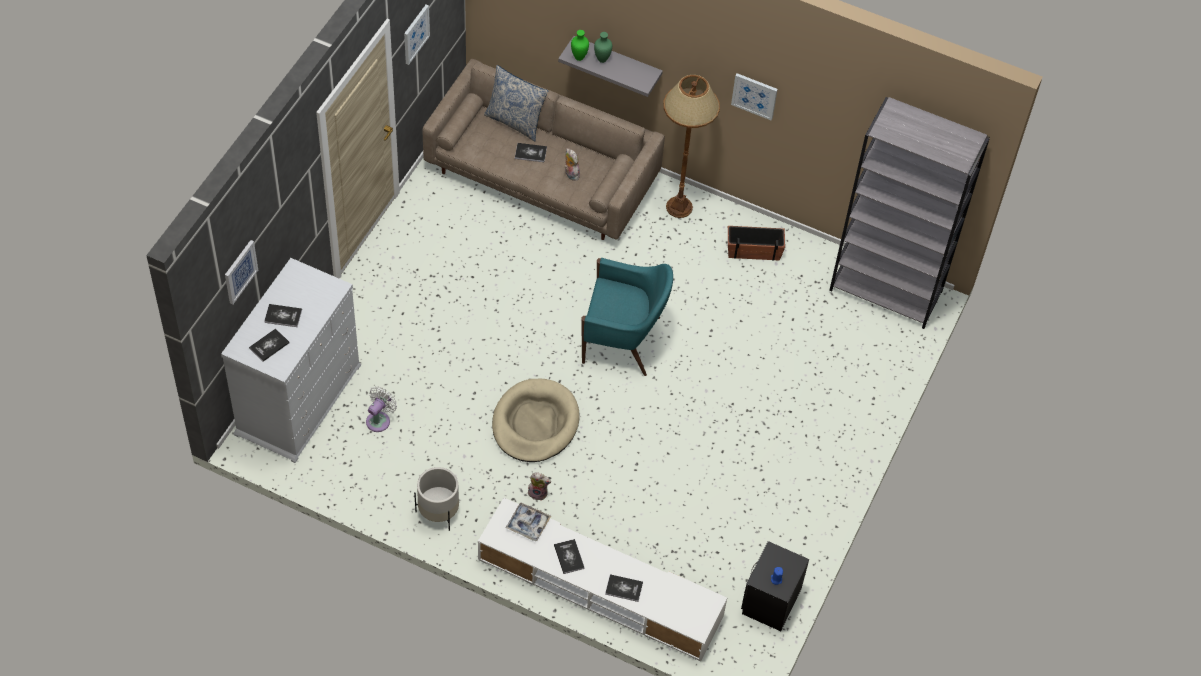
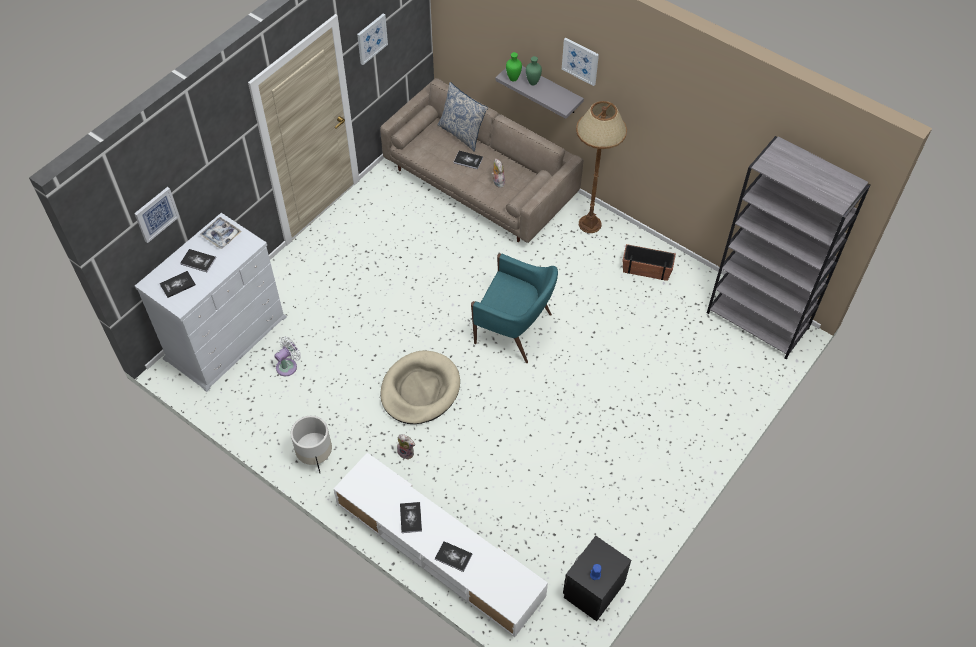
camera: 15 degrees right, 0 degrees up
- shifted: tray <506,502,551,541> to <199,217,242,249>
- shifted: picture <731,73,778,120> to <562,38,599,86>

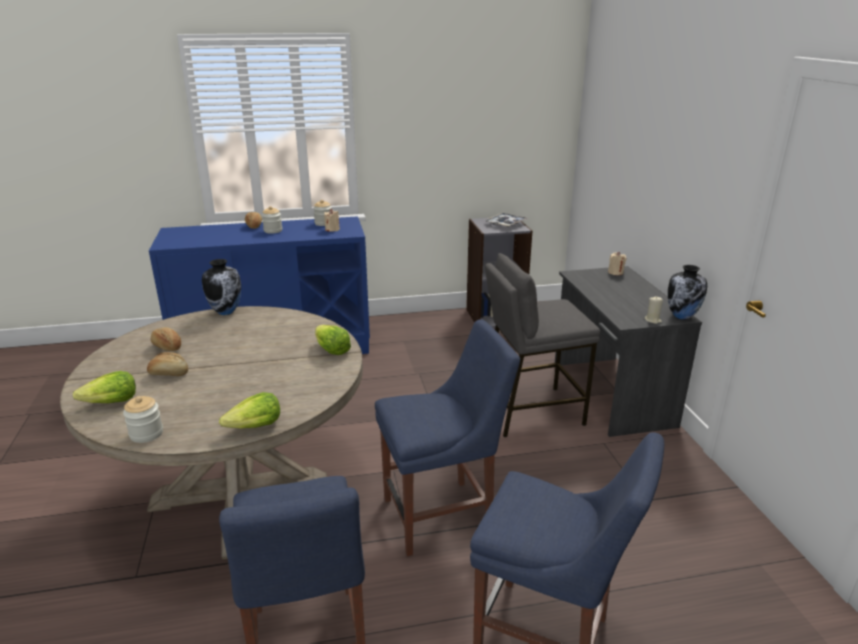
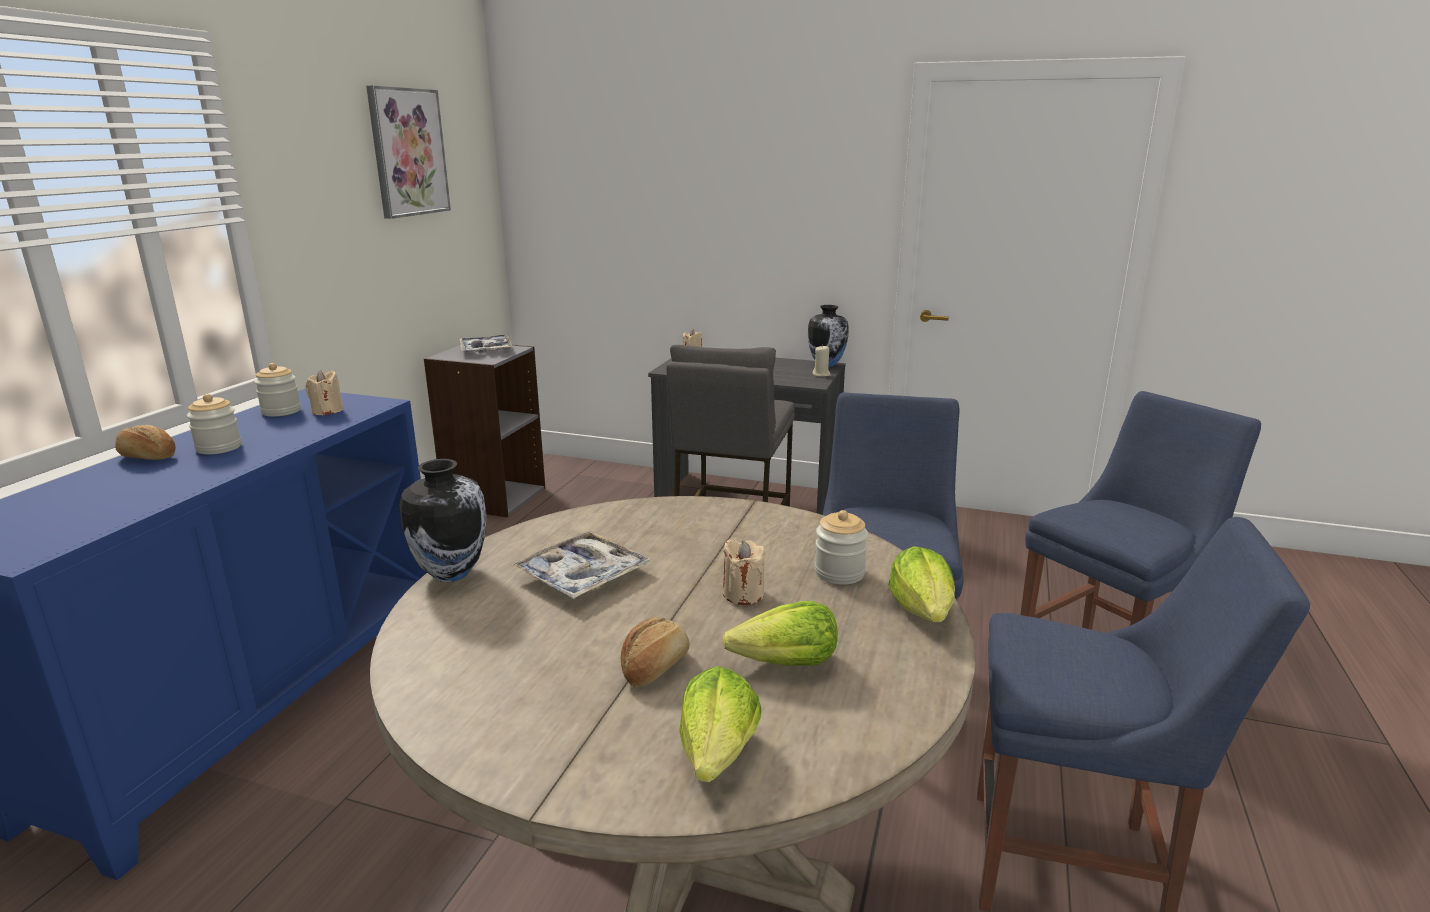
camera: 60 degrees left, 5 degrees down
- new: picture <366,86,451,219>
- new: tray <512,531,650,599>
- shifted: lettuce <315,325,351,355> to <722,601,838,666>
- new: beige candle <723,539,765,605>
- shifted: jar <123,396,163,443> to <815,510,868,585>
- gone: bread <151,327,181,351>

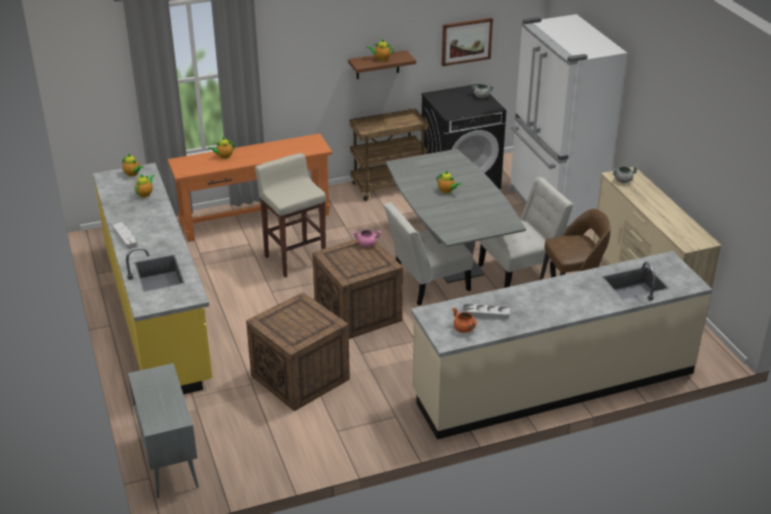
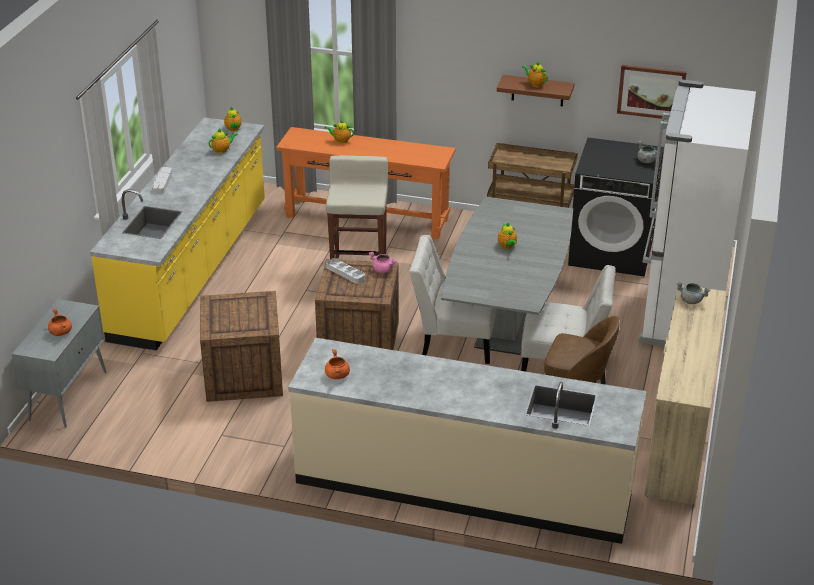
camera: 35 degrees right, 0 degrees up
- new: orange cooking pot <48,308,72,336>
- shifted: grey tray <462,304,510,320> to <326,258,365,284>

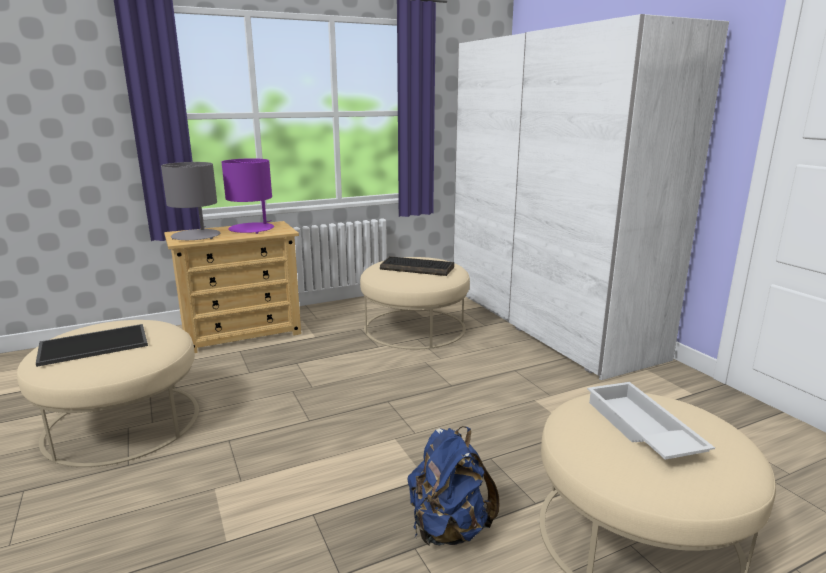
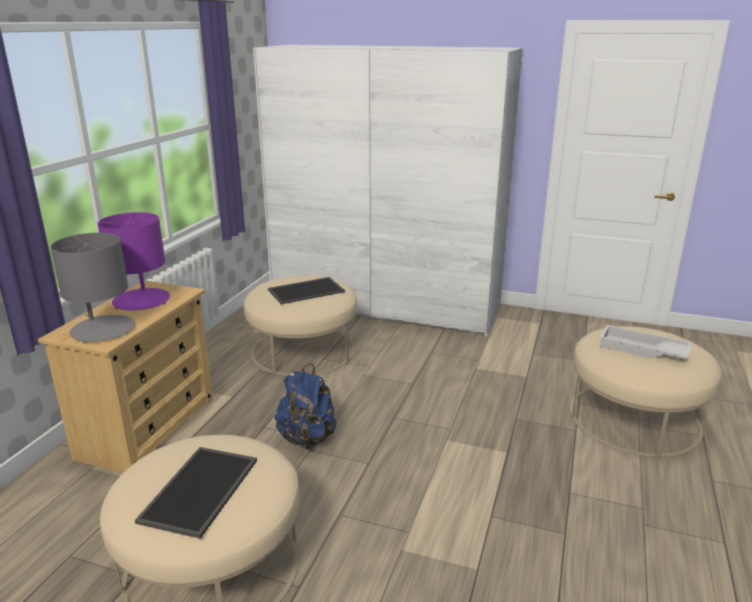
camera: 45 degrees left, 5 degrees up
- swapped: keyboard <380,256,454,276> to tray <268,277,345,304>
- shifted: blue backpack <407,426,500,546> to <275,364,337,449>

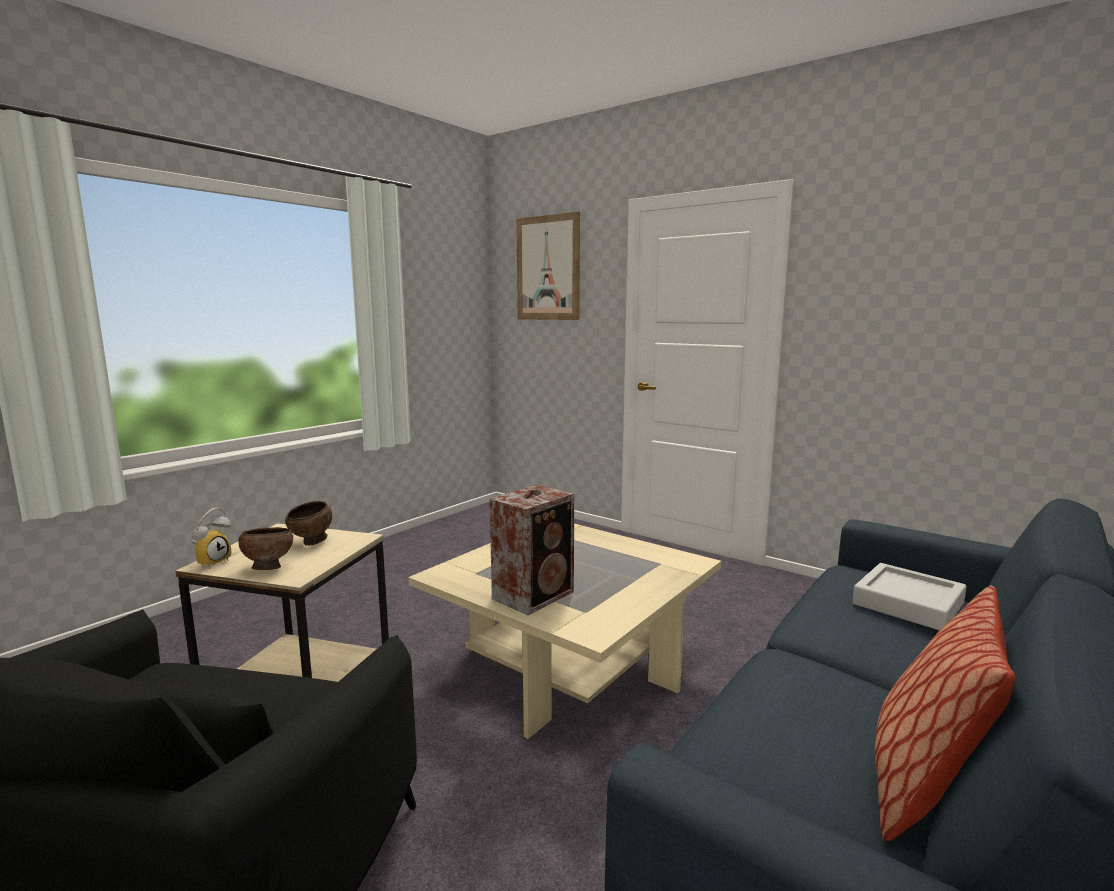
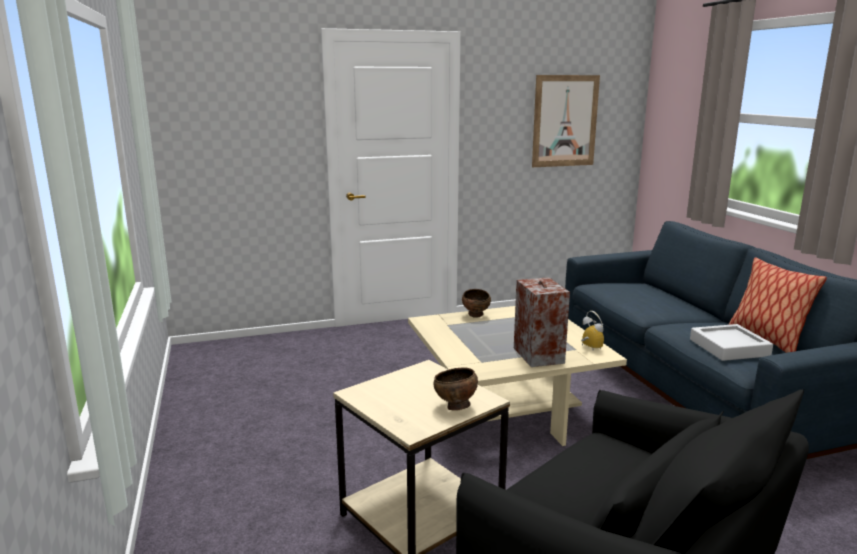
camera: 55 degrees left, 5 degrees up
- shifted: brown bowl <285,501,332,546> to <462,289,491,318>
- shifted: picture <516,211,580,320> to <532,75,600,167>
- shifted: alarm clock <192,508,232,569> to <581,311,604,349>
- shifted: grey tray <852,563,967,630> to <690,324,773,361>

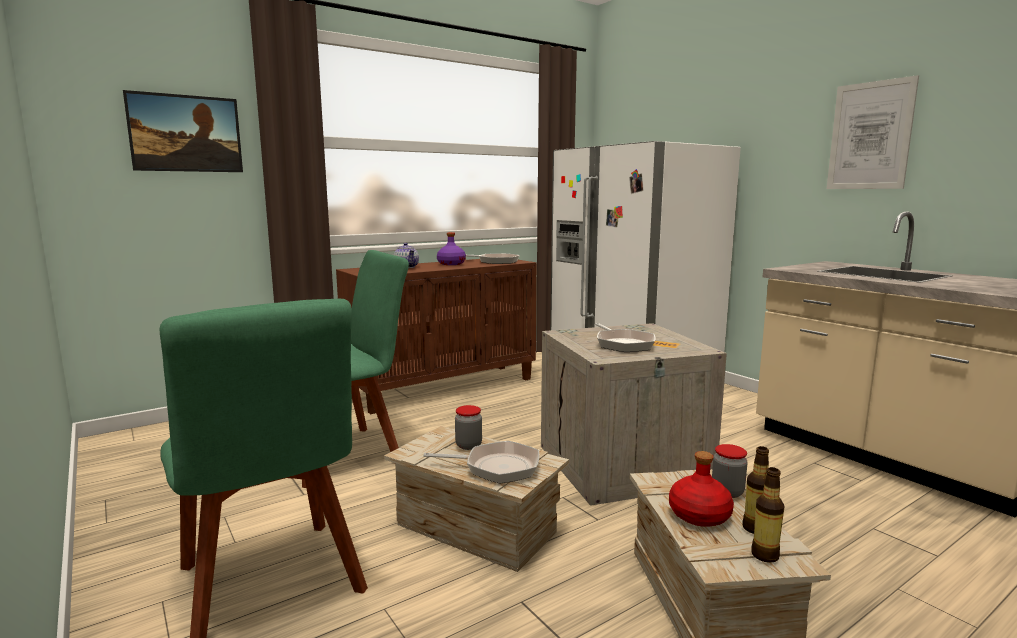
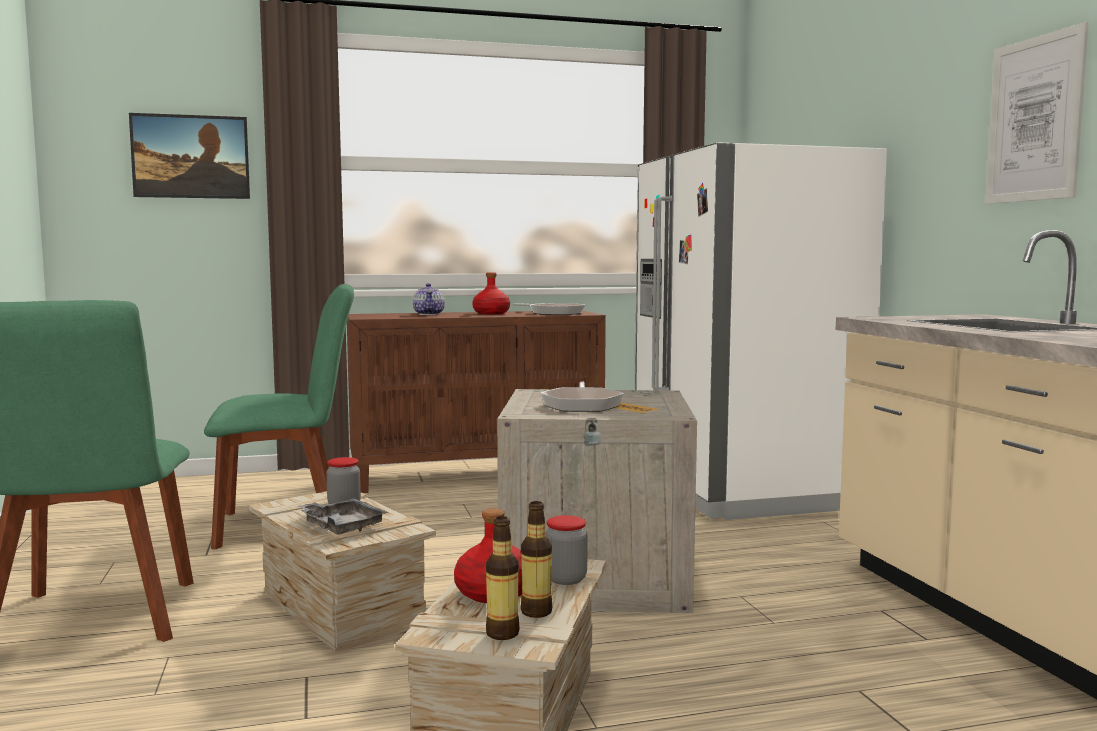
camera: 20 degrees right, 5 degrees down
- swapped: frying pan <423,441,540,483> to grey tray <298,498,389,535>
- repainted: purple bottle <437,232,466,265> to red bottle <472,273,510,314>

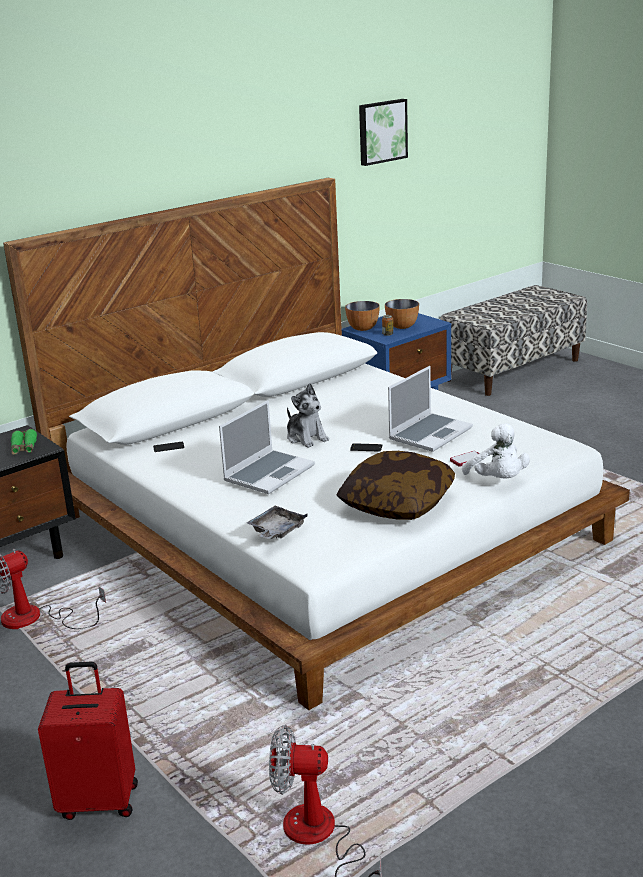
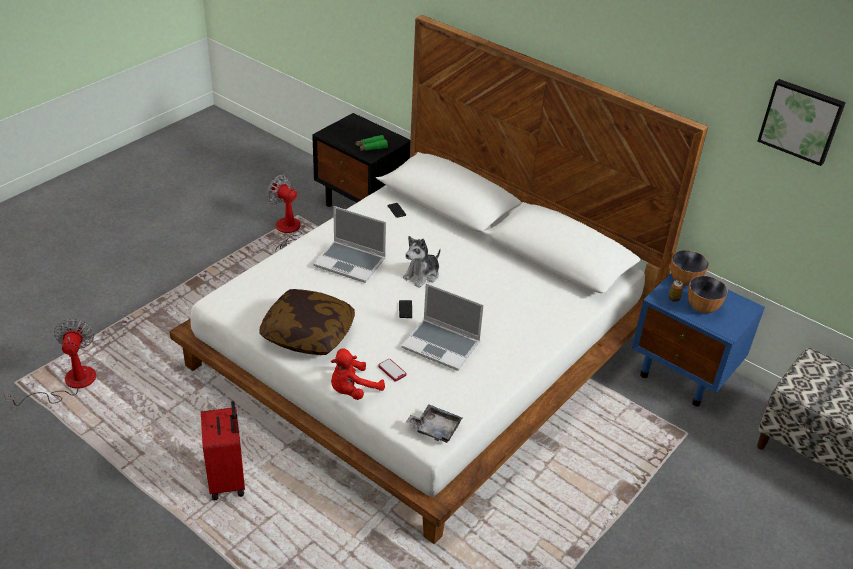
camera: 75 degrees right, 15 degrees up
- shifted: red suitcase <38,662,138,820> to <201,401,245,500>
- repainted: white plush toy <462,423,530,479> to red plush toy <331,349,385,400>
- shifted: grey tray <247,506,308,539> to <406,404,462,443>

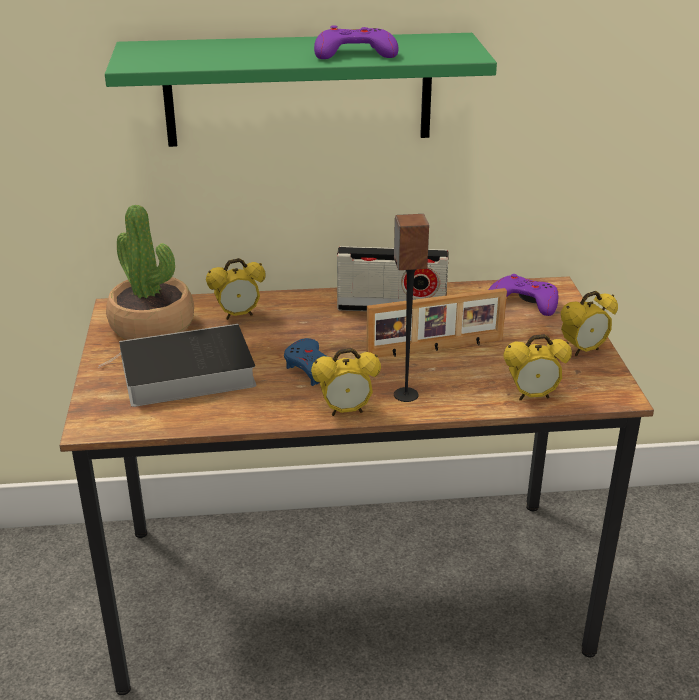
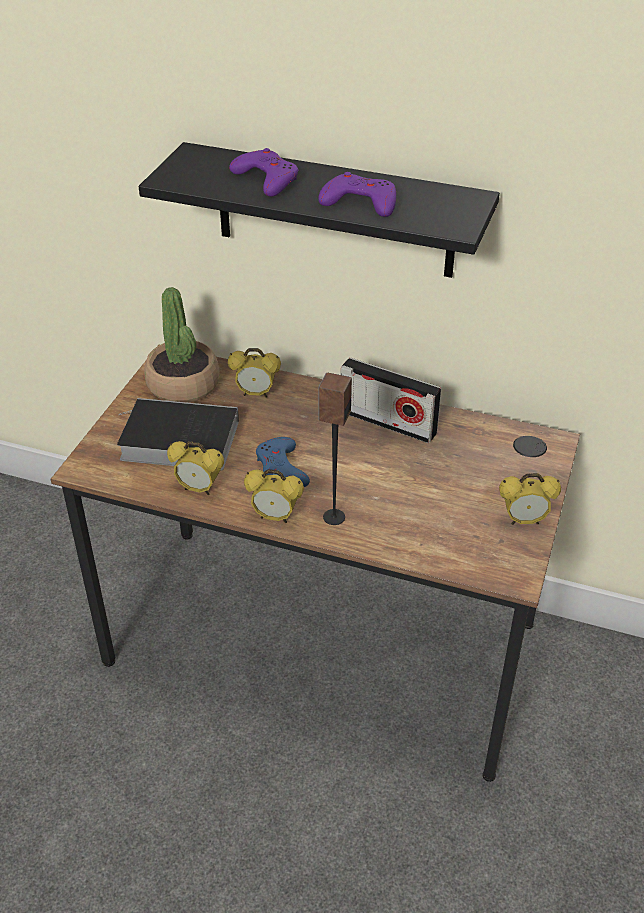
camera: 25 degrees right, 10 degrees up
- repainted: green shelf <105,33,497,147> to black shelf <139,142,500,278>
- shifted: alarm clock <503,334,572,400> to <167,441,224,495>
- shifted: purple game controller <489,274,558,316> to <229,148,298,197>
- gone: picture frame <366,288,507,358>

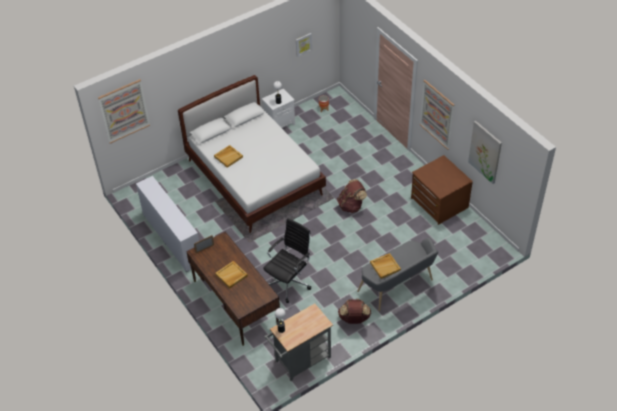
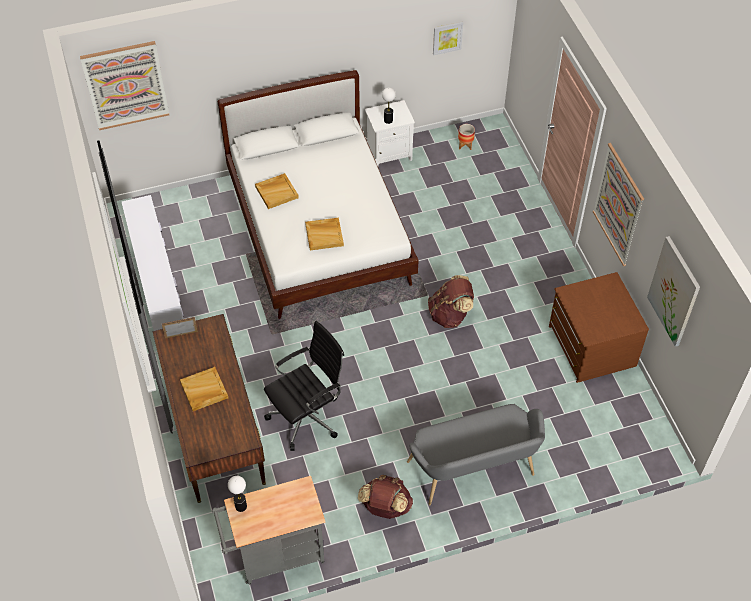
camera: 15 degrees right, 5 degrees up
- shifted: beige tray <370,253,401,279> to <305,218,344,250>

